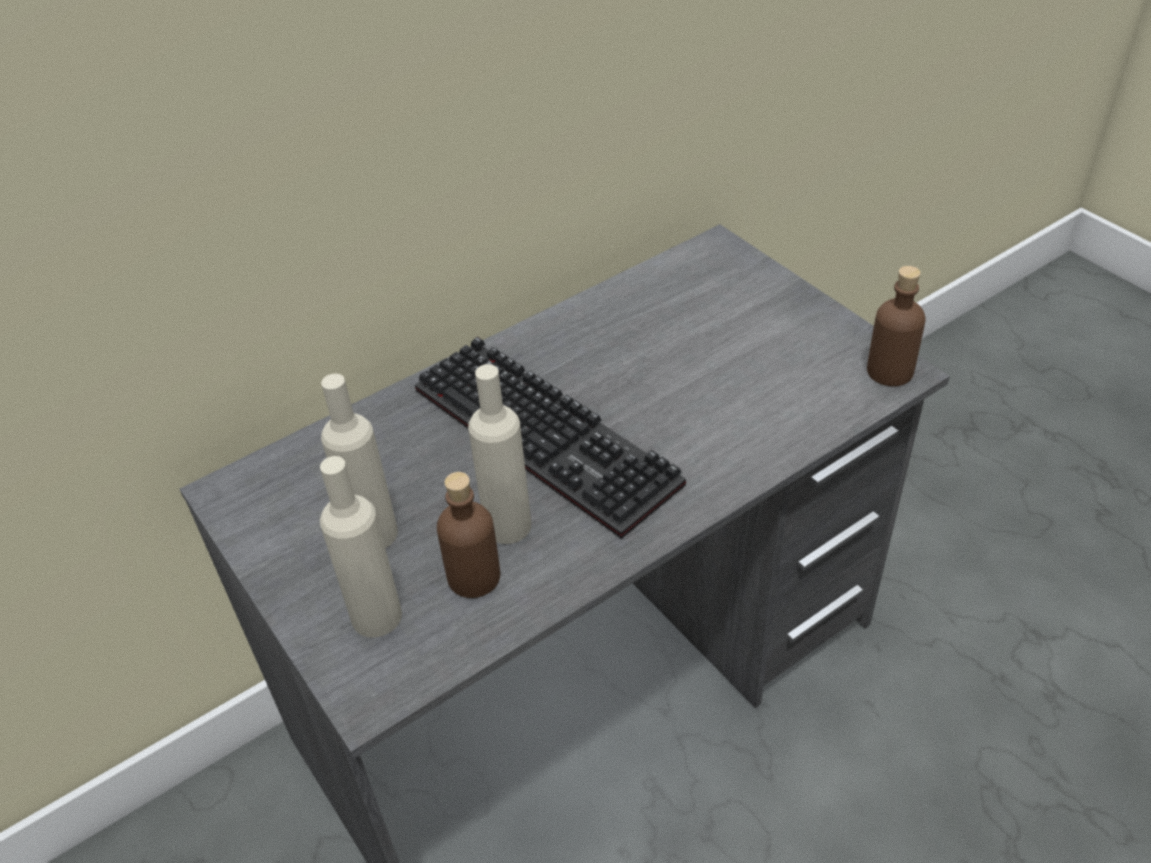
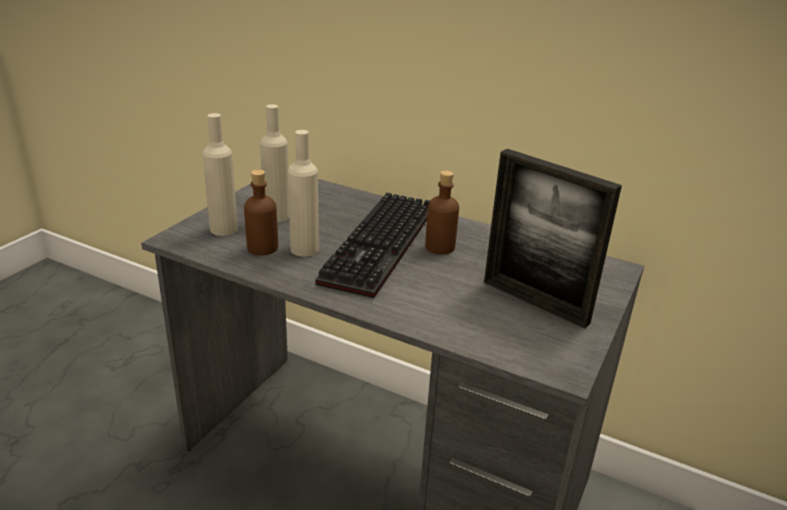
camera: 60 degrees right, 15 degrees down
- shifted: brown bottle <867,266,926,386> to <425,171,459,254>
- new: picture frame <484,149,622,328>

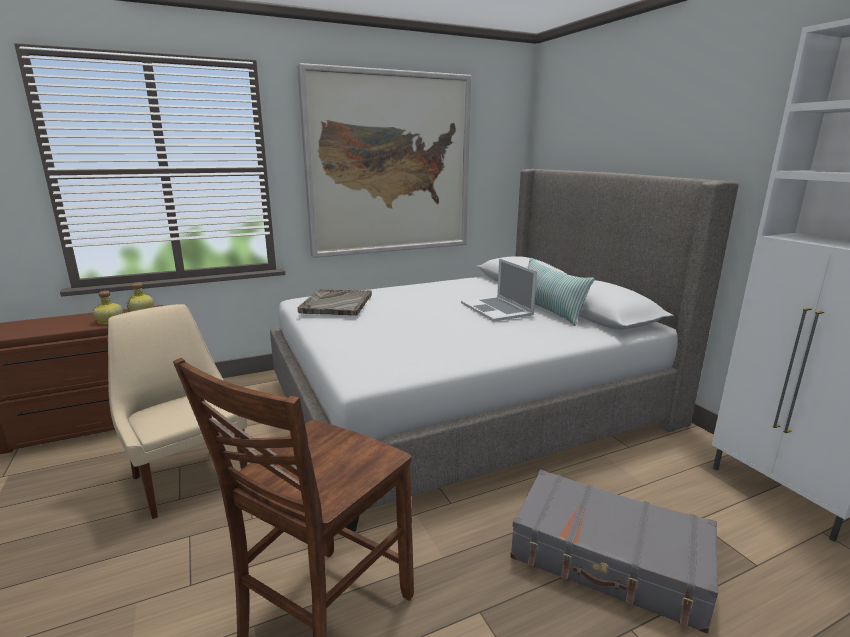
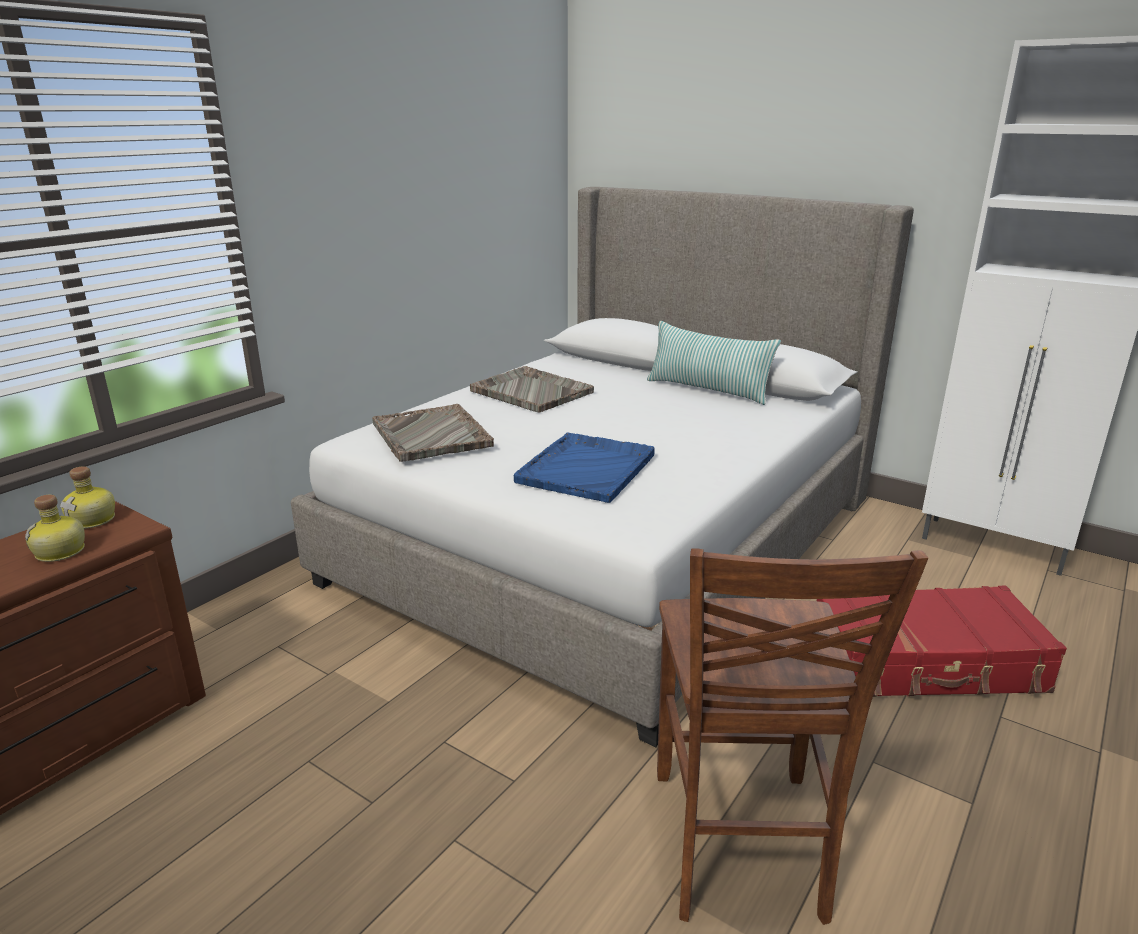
camera: 30 degrees left, 5 degrees up
- new: grey tray <470,366,594,413>
- new: blue tray <514,432,655,503>
- repainted: grey suitcase <510,469,718,634> to red suitcase <817,586,1067,697>
- gone: beige chair <108,304,247,519>
- gone: picture <297,63,471,258>
- gone: laptop <461,258,537,322>

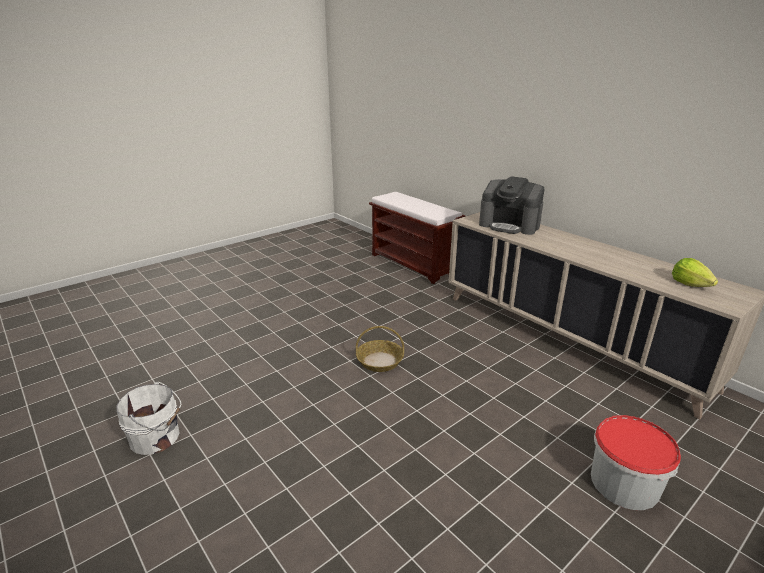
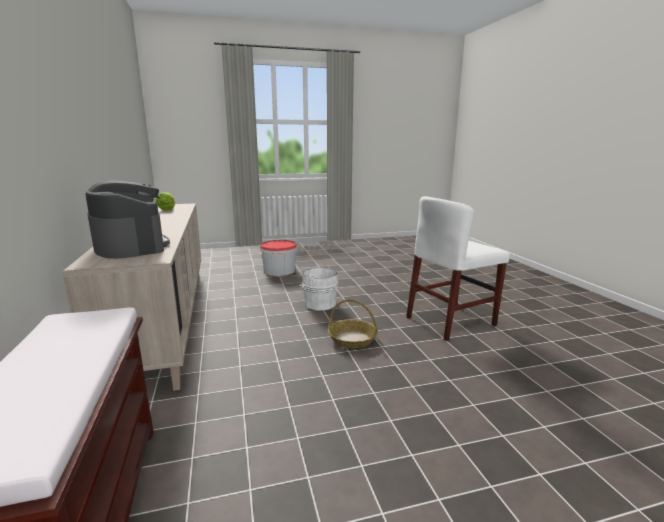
camera: 155 degrees left, 10 degrees down
- shifted: white bucket <117,382,181,455> to <299,266,338,310>
- new: white chair <406,196,510,341>

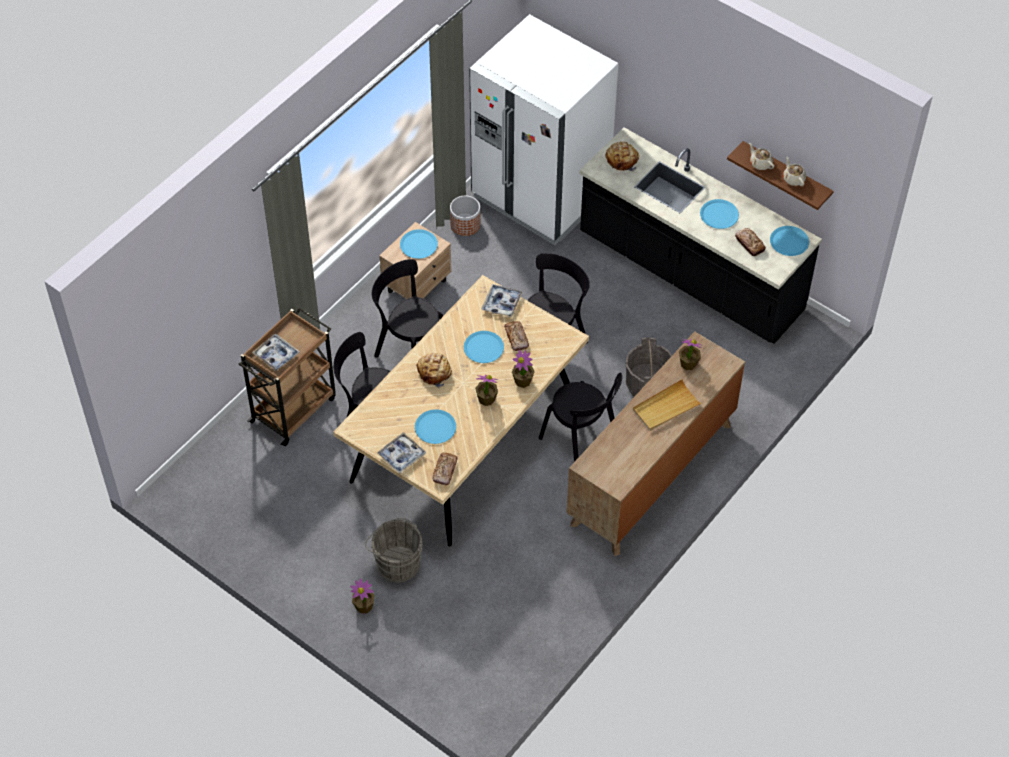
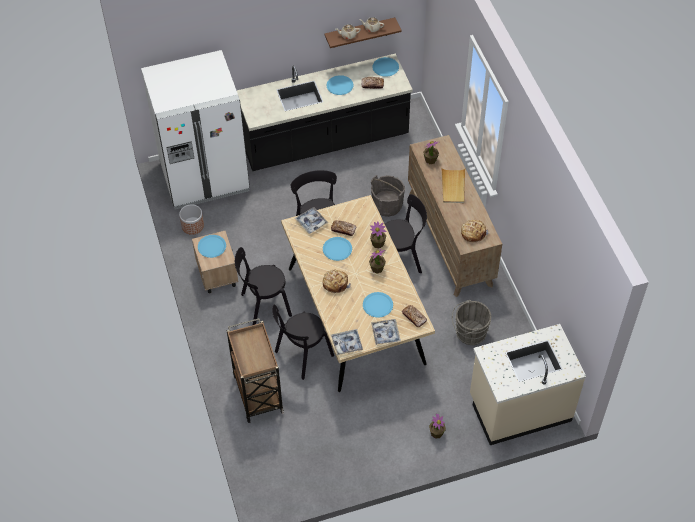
camera: 55 degrees left, 0 degrees up
- shifted: tray <252,334,300,371> to <331,329,363,355>
- shifted: grey bucket <365,518,423,582> to <452,300,491,345>
- shifted: bread <606,142,639,172> to <461,220,490,243>
- new: beige counter <470,324,586,445>

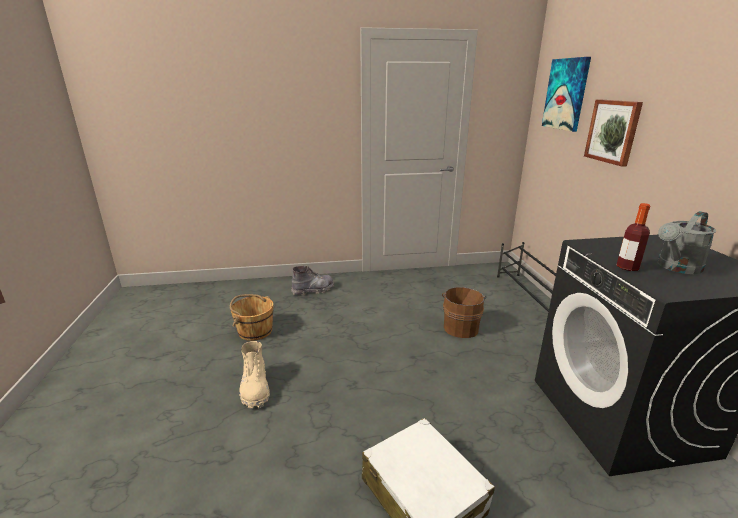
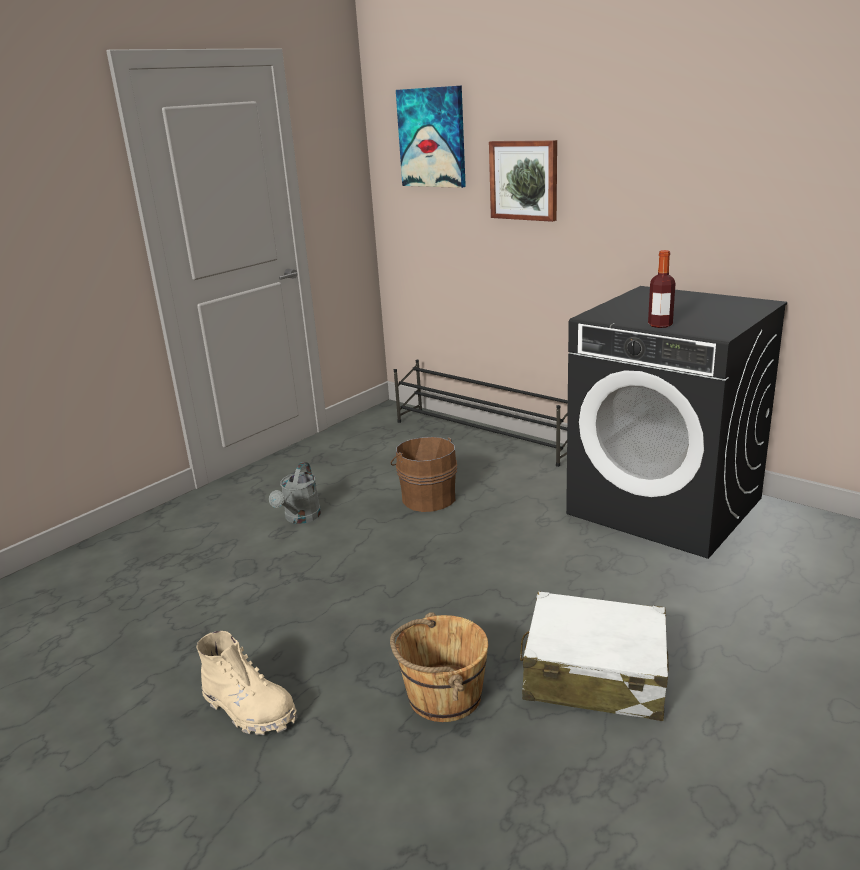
camera: 40 degrees left, 0 degrees up
- shifted: grey watering can <658,211,716,274> to <269,462,321,524>
- shifted: brown bucket <230,294,274,341> to <390,613,488,722>
- gone: grey boot <291,266,334,295>

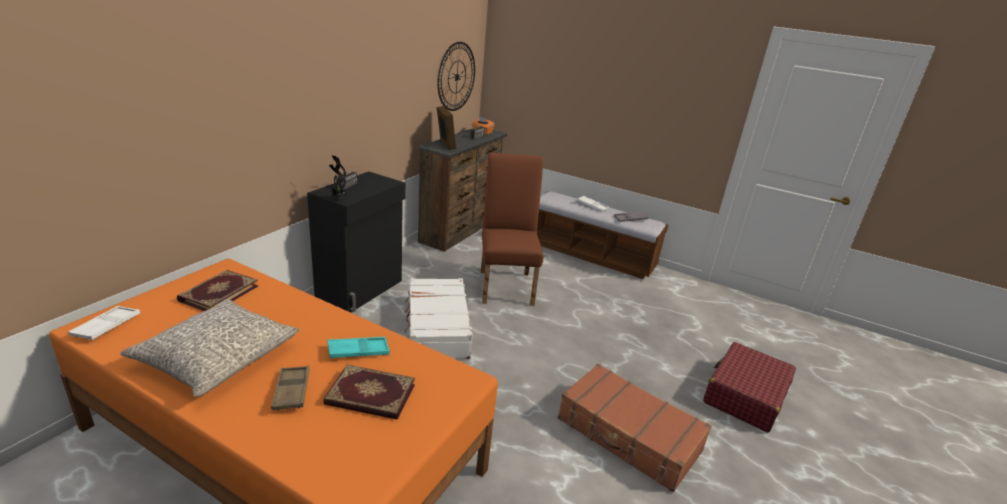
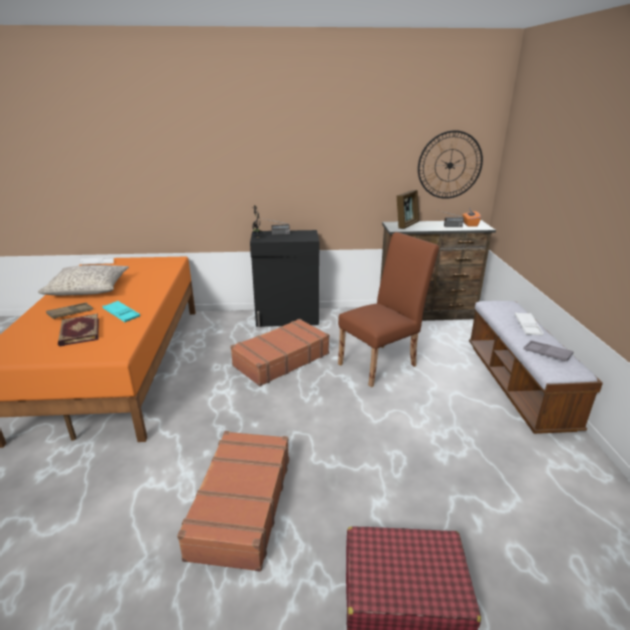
camera: 60 degrees right, 0 degrees up
- repainted: white suitcase <405,278,473,359> to brown suitcase <230,319,330,386>
- gone: book <177,270,258,311>

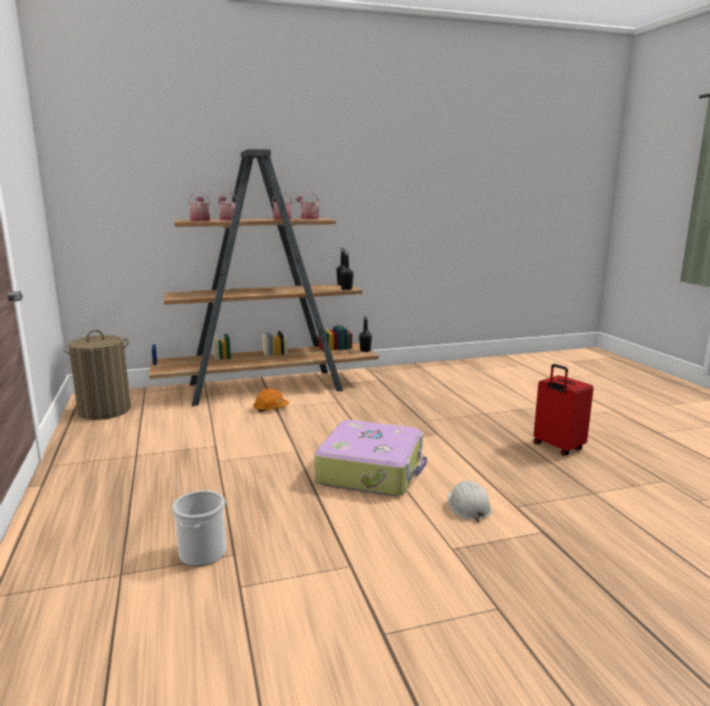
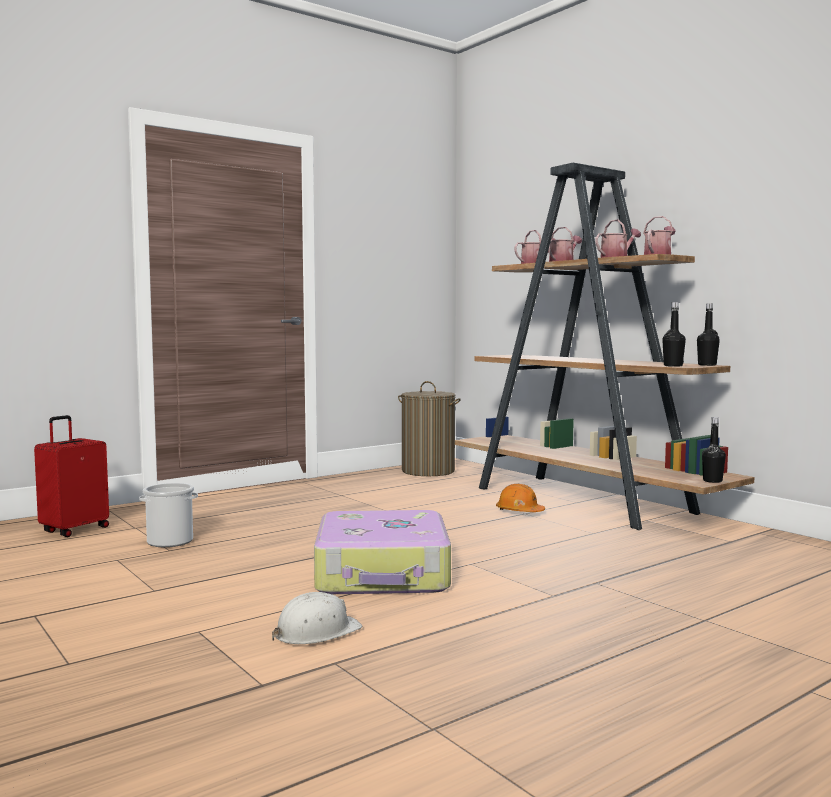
camera: 70 degrees right, 10 degrees down
- shifted: red suitcase <533,364,594,456> to <34,415,109,537>

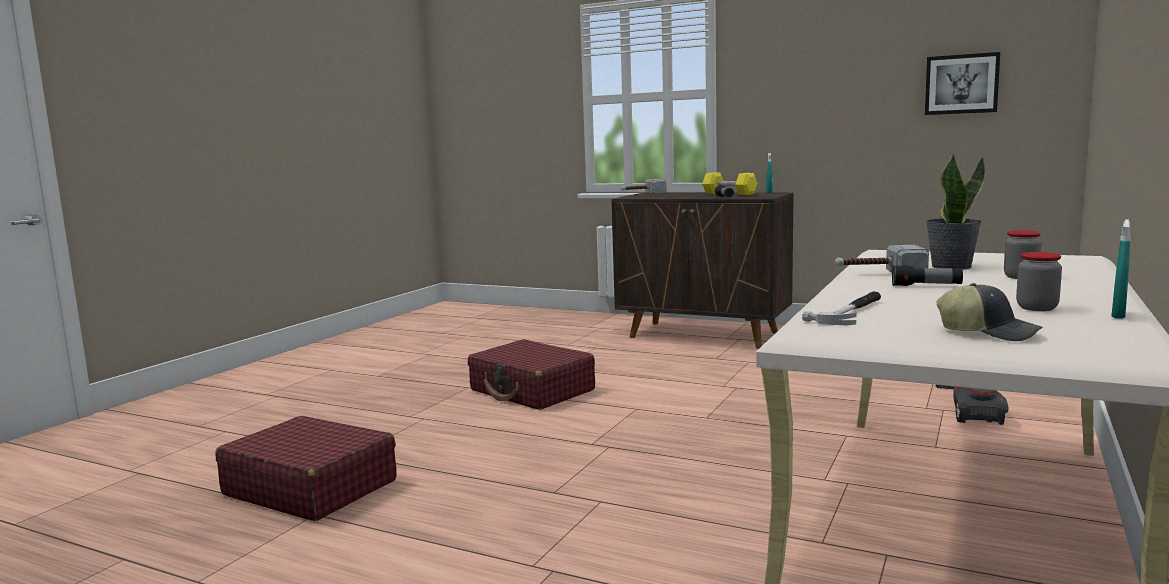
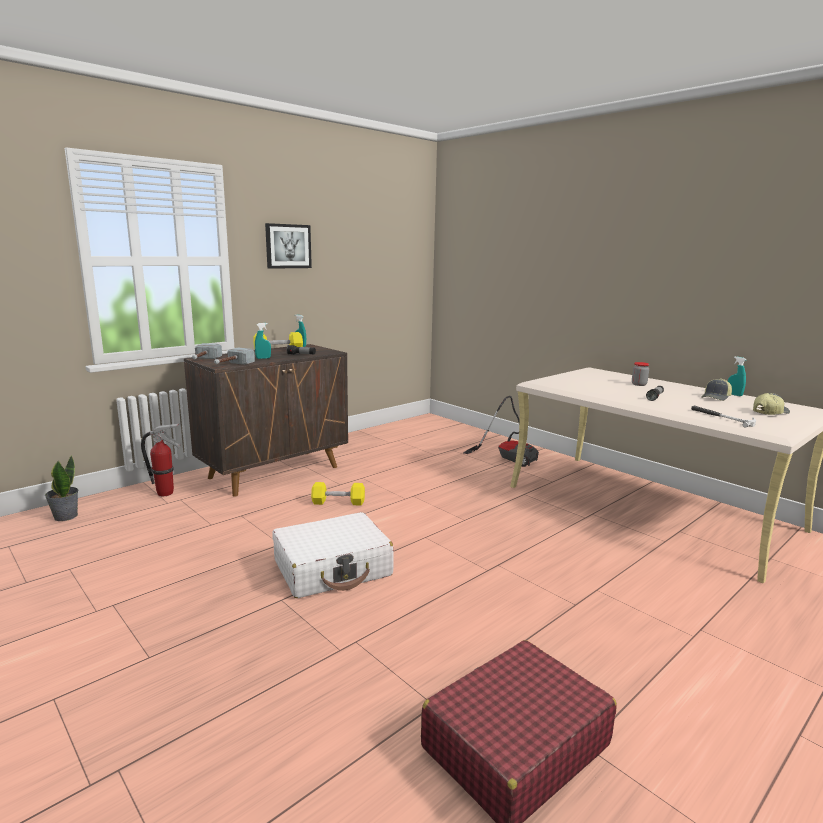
camera: 70 degrees left, 5 degrees up
- shifted: potted plant <926,154,985,270> to <45,455,79,521>
- new: fire extinguisher <141,423,181,496>
- shifted: hammer <835,245,929,273> to <214,347,255,365>
- new: turquoise spray bottle <255,323,271,359>
- shifted: picture <925,52,1000,115> to <265,223,312,269>
- repainted: red suitcase <468,339,595,410> to white suitcase <272,512,394,598>
- new: yellow dumbbell <311,482,365,505>
- swapped: jar <1016,252,1062,311> to cap <701,378,732,401>

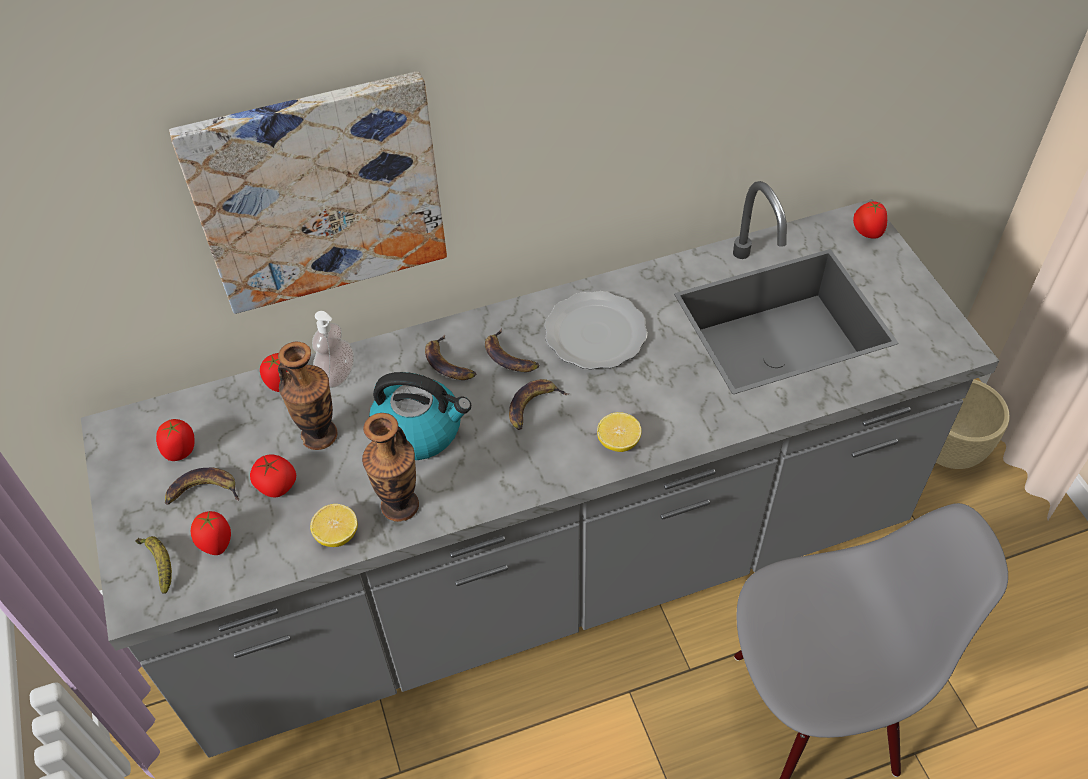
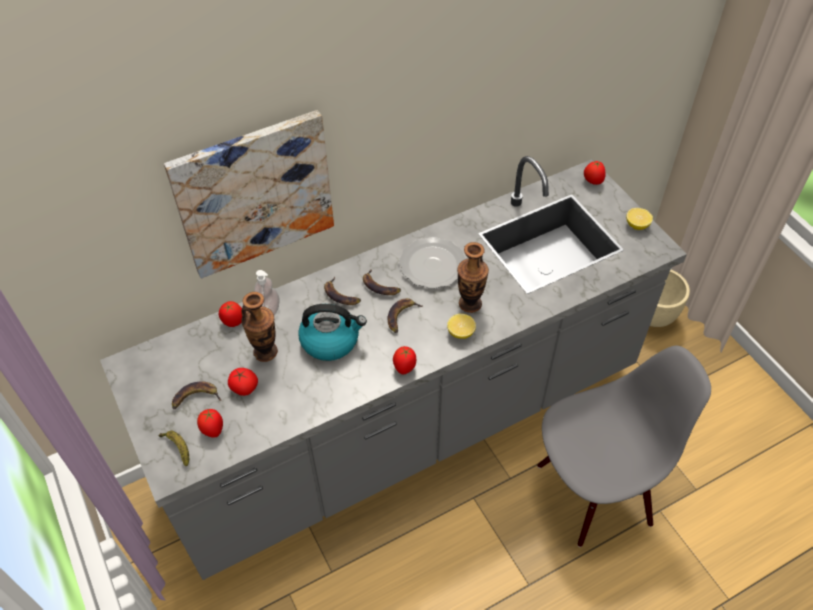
camera: 10 degrees left, 0 degrees up
- shifted: tomato <156,419,195,461> to <393,346,416,375>
- shifted: vase <362,413,419,522> to <457,242,489,313>
- shifted: lemon <310,504,358,547> to <626,208,653,230>

